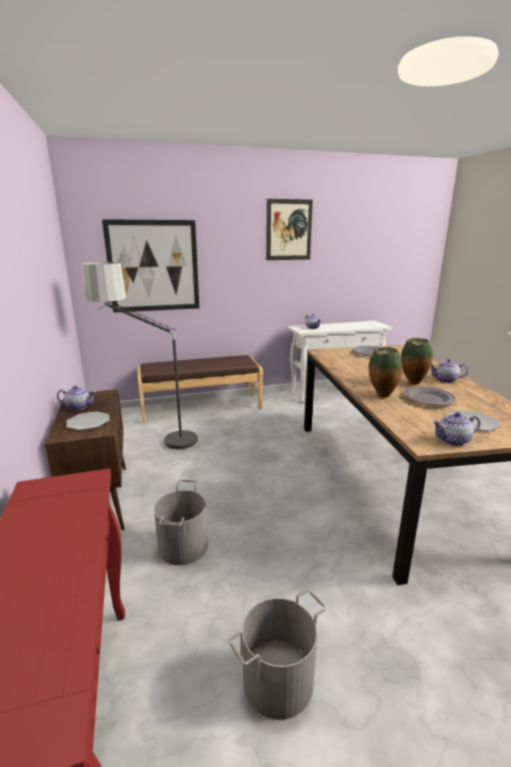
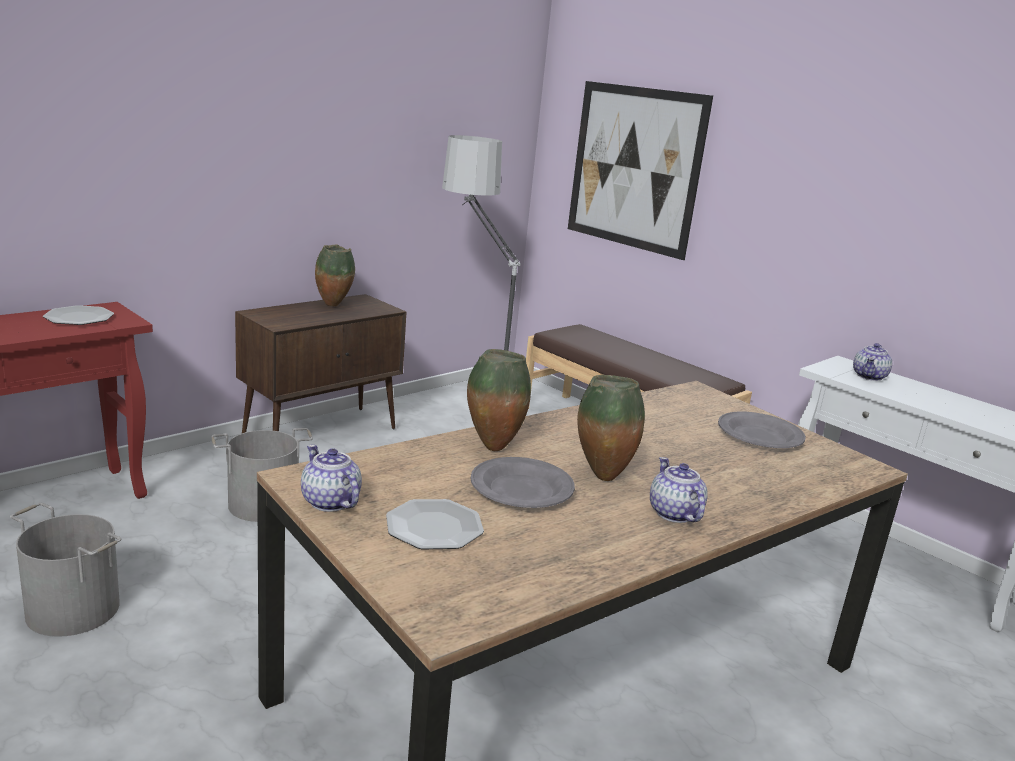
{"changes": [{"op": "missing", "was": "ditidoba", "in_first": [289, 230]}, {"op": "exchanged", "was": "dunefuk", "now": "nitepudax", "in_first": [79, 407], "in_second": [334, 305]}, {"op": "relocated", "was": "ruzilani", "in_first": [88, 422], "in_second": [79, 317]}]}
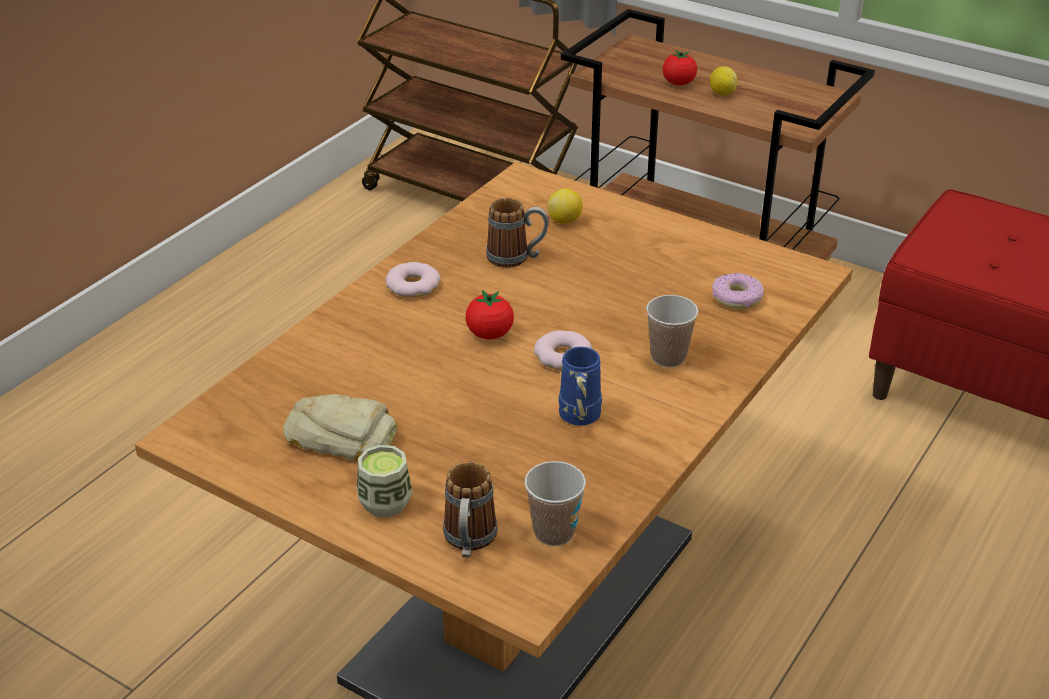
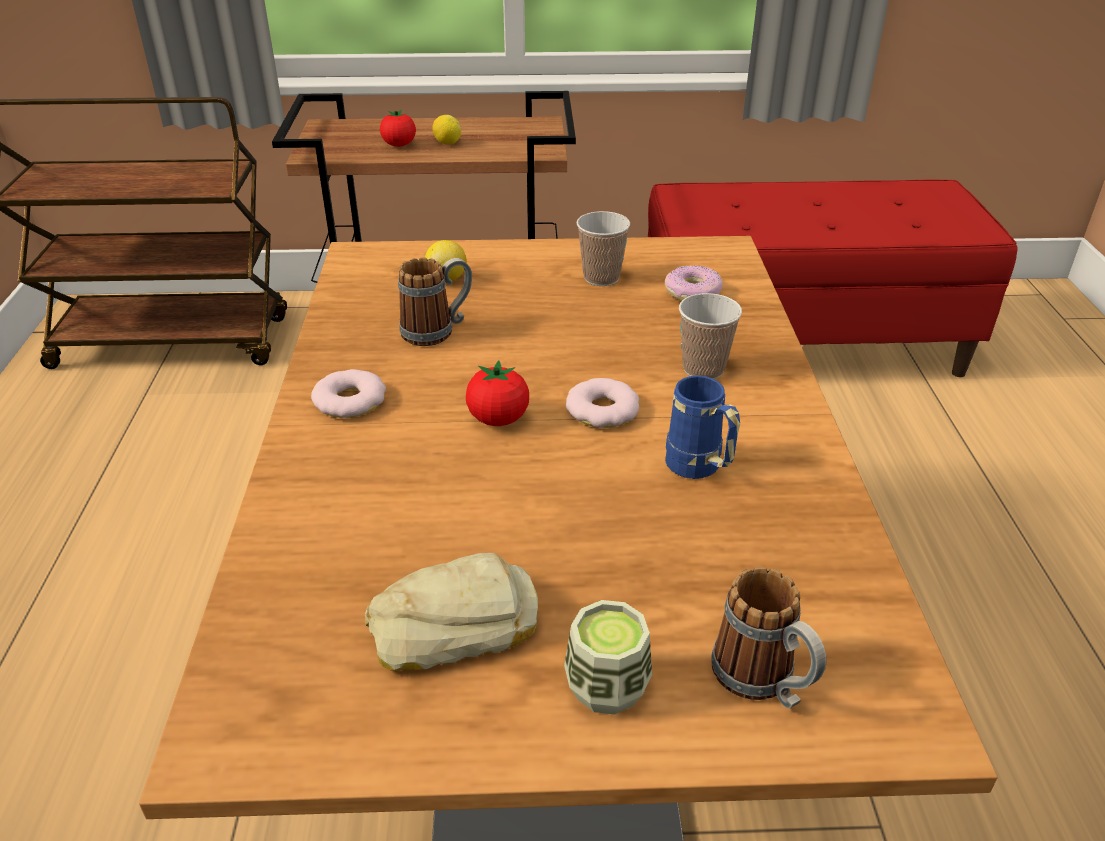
{"changes": [{"op": "relocated", "was": "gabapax", "in_first": [554, 532], "in_second": [601, 278]}]}
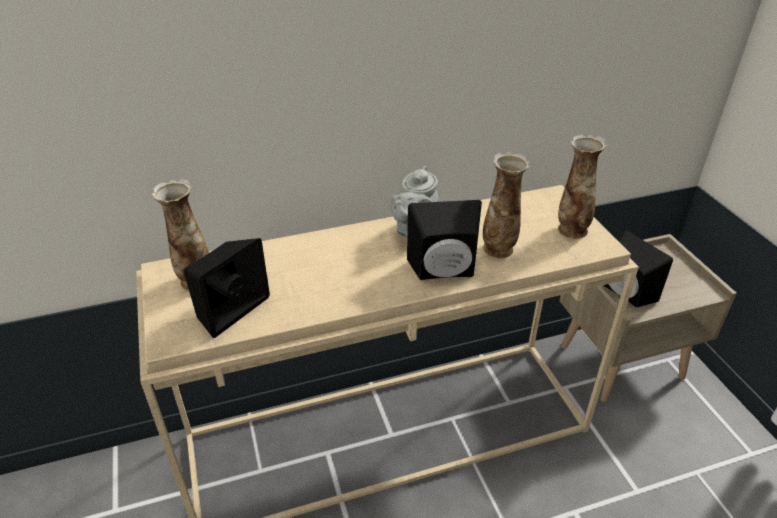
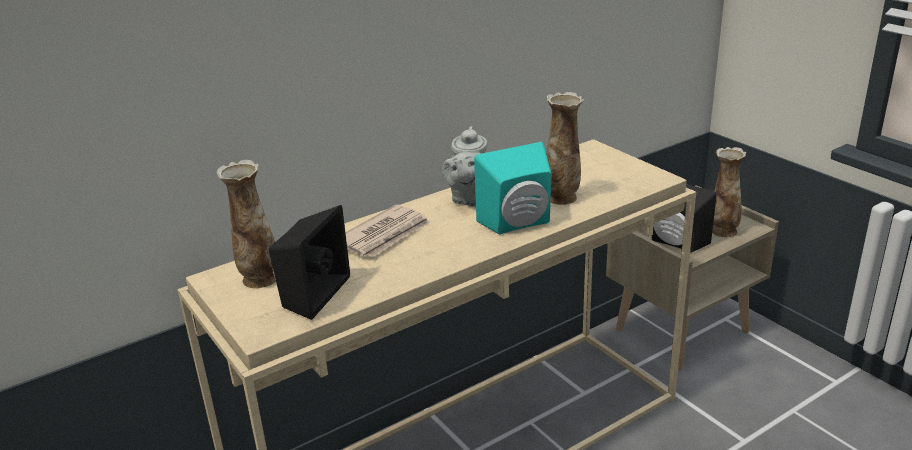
{"changes": [{"op": "relocated", "was": "nitepudax", "in_first": [571, 230], "in_second": [722, 231]}, {"op": "colour", "was": "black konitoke", "now": "turquoise konitoke", "in_first": [444, 272], "in_second": [519, 224]}, {"op": "appeared", "now": "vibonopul", "in_second": [384, 235]}]}
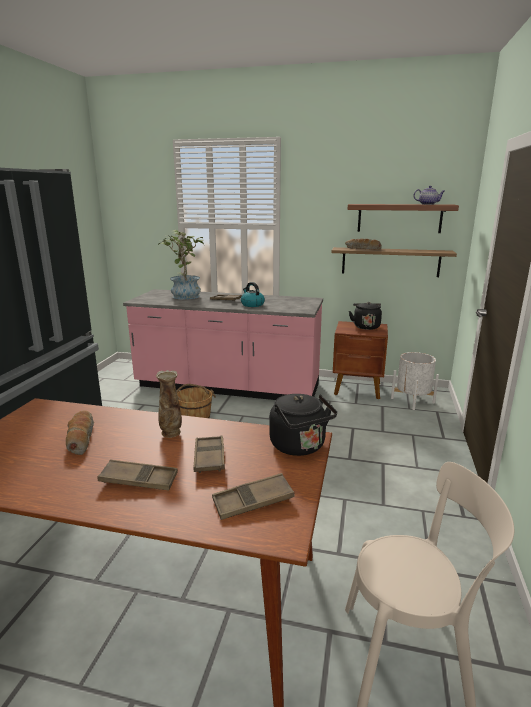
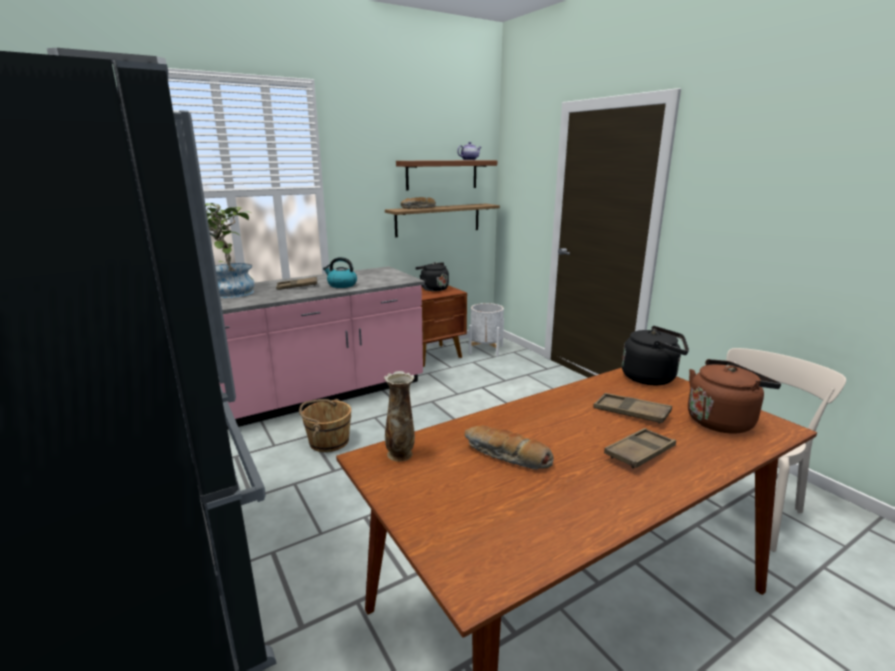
{"changes": [{"op": "relocated", "was": "nitepudax", "in_first": [171, 433], "in_second": [400, 454]}, {"op": "exchanged", "was": "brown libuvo", "now": "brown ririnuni", "in_first": [253, 501], "in_second": [722, 421]}]}
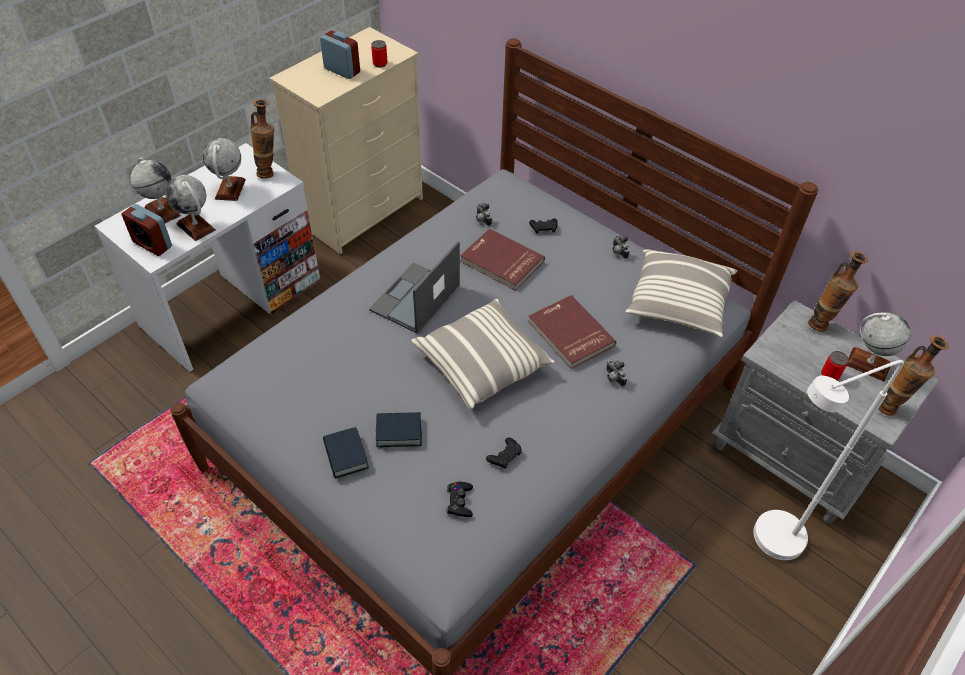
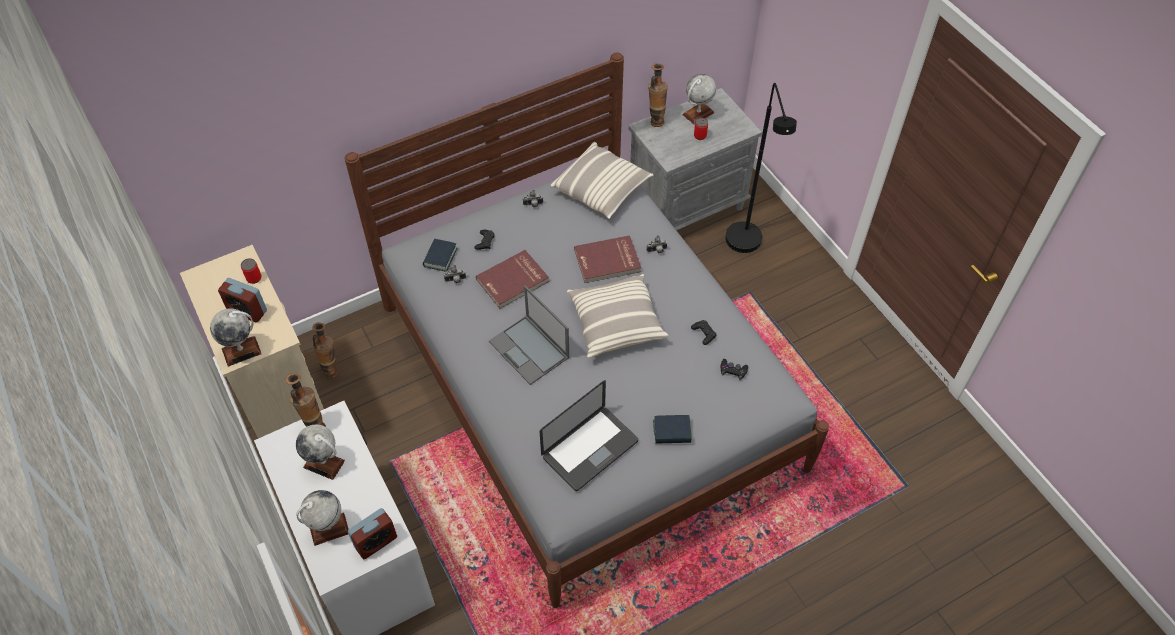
{"changes": [{"op": "spun", "was": "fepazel", "in_first": [342, 70], "in_second": [247, 311], "clockwise": -120}, {"op": "relocated", "was": "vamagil", "in_first": [196, 227], "in_second": [241, 351]}, {"op": "relocated", "was": "nitepudax", "in_first": [891, 406], "in_second": [331, 370]}, {"op": "colour", "was": "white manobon", "now": "black manobon", "in_first": [767, 544], "in_second": [746, 247]}, {"op": "relocated", "was": "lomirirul", "in_first": [398, 432], "in_second": [440, 257]}, {"op": "appeared", "now": "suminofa", "in_second": [590, 449]}]}
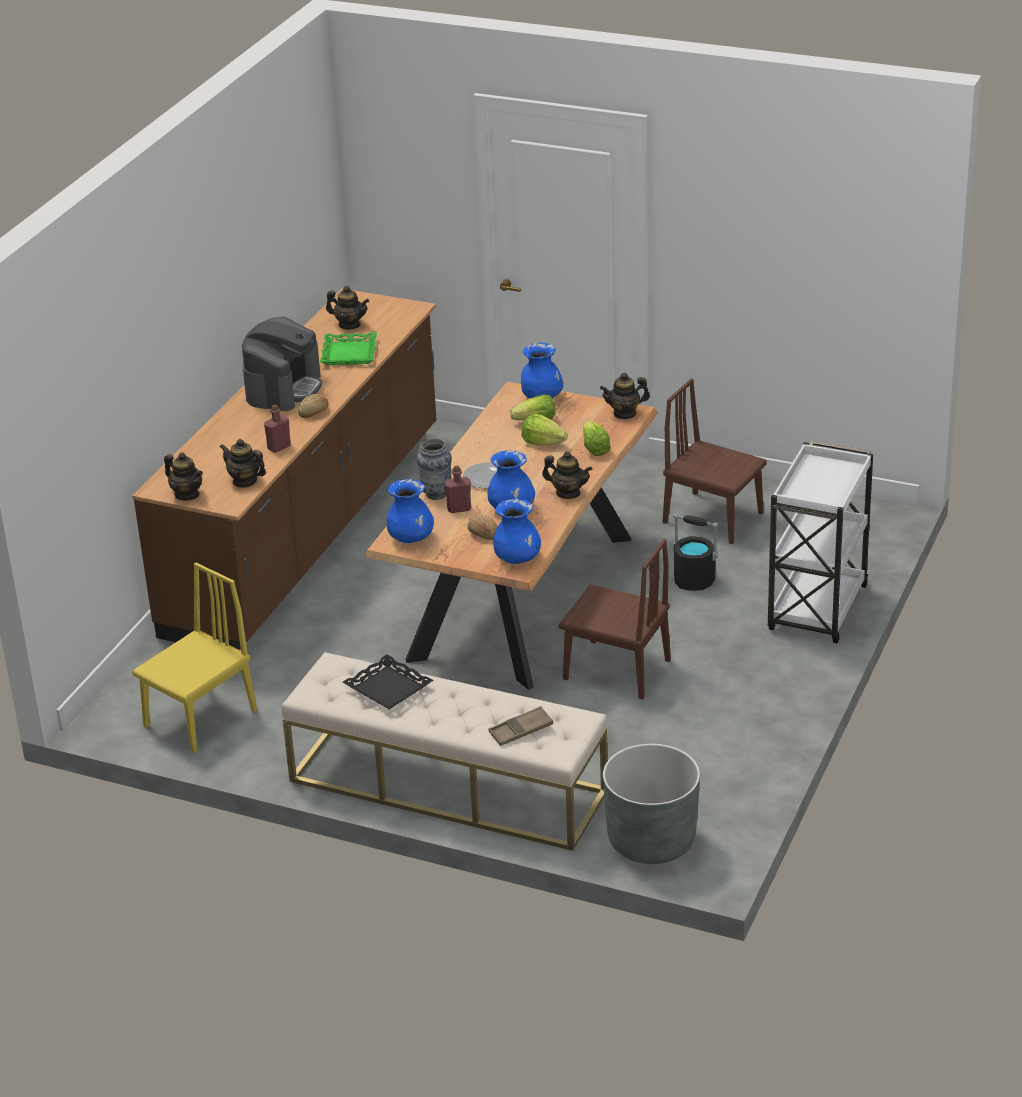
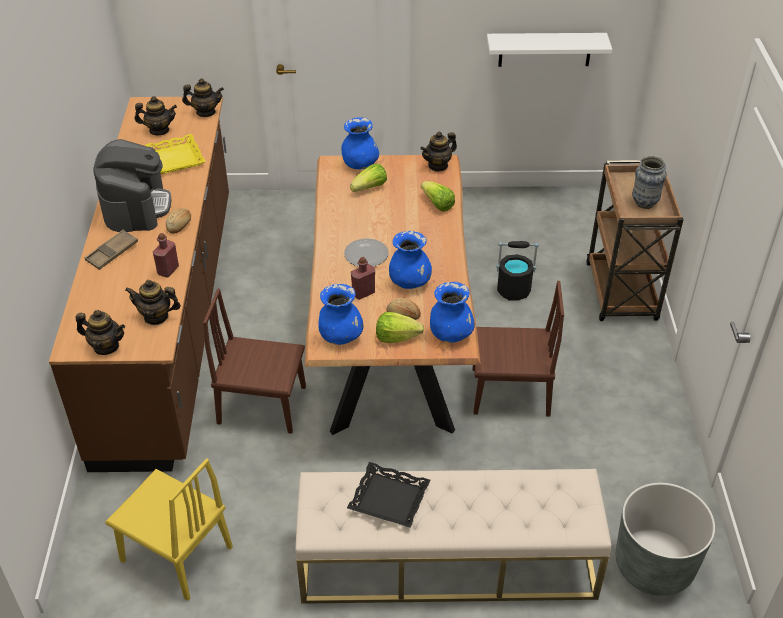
{"changes": [{"op": "colour", "was": "green libuvo", "now": "yellow libuvo", "in_first": [348, 353], "in_second": [175, 158]}, {"op": "relocated", "was": "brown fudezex", "in_first": [713, 518], "in_second": [262, 405]}, {"op": "relocated", "was": "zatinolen", "in_first": [542, 443], "in_second": [396, 337]}, {"op": "relocated", "was": "nitepudax", "in_first": [436, 494], "in_second": [644, 203]}, {"op": "colour", "was": "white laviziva", "now": "brown laviziva", "in_first": [817, 610], "in_second": [621, 293]}, {"op": "relocated", "was": "dunefuk", "in_first": [568, 493], "in_second": [205, 112]}, {"op": "spun", "was": "yellow fudezex", "in_first": [200, 718], "in_second": [176, 554], "clockwise": 105}, {"op": "relocated", "was": "brown libuvo", "in_first": [521, 730], "in_second": [112, 253]}, {"op": "appeared", "now": "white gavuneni", "in_second": [545, 49]}]}
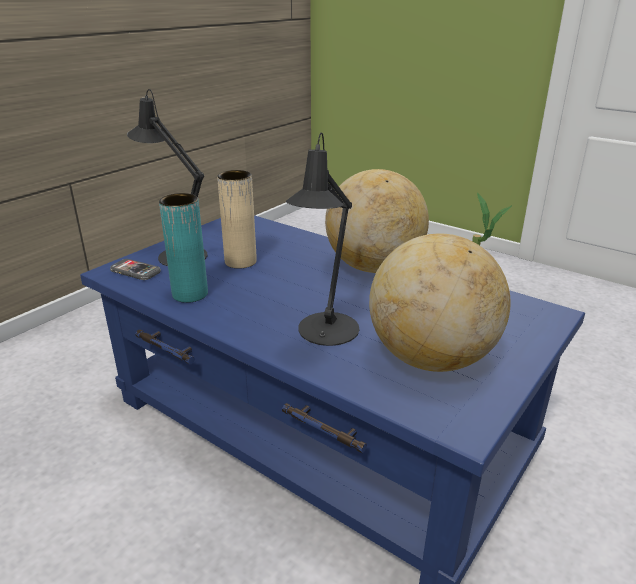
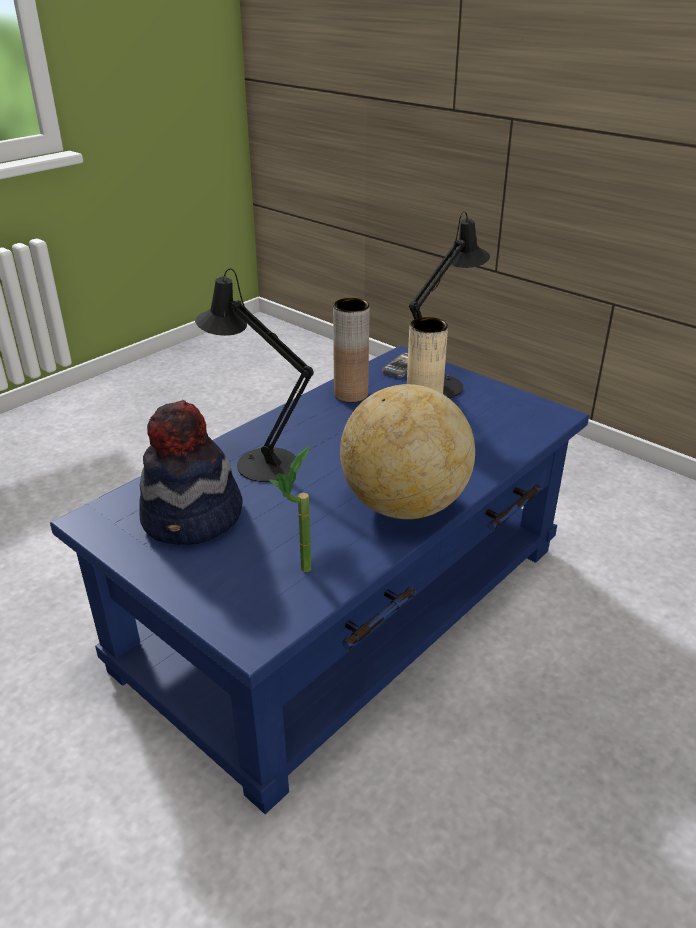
{"changes": [{"op": "colour", "was": "turquoise nitepudax", "now": "brown nitepudax", "in_first": [190, 294], "in_second": [351, 394]}, {"op": "exchanged", "was": "vamagil", "now": "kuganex", "in_first": [431, 358], "in_second": [193, 519]}]}
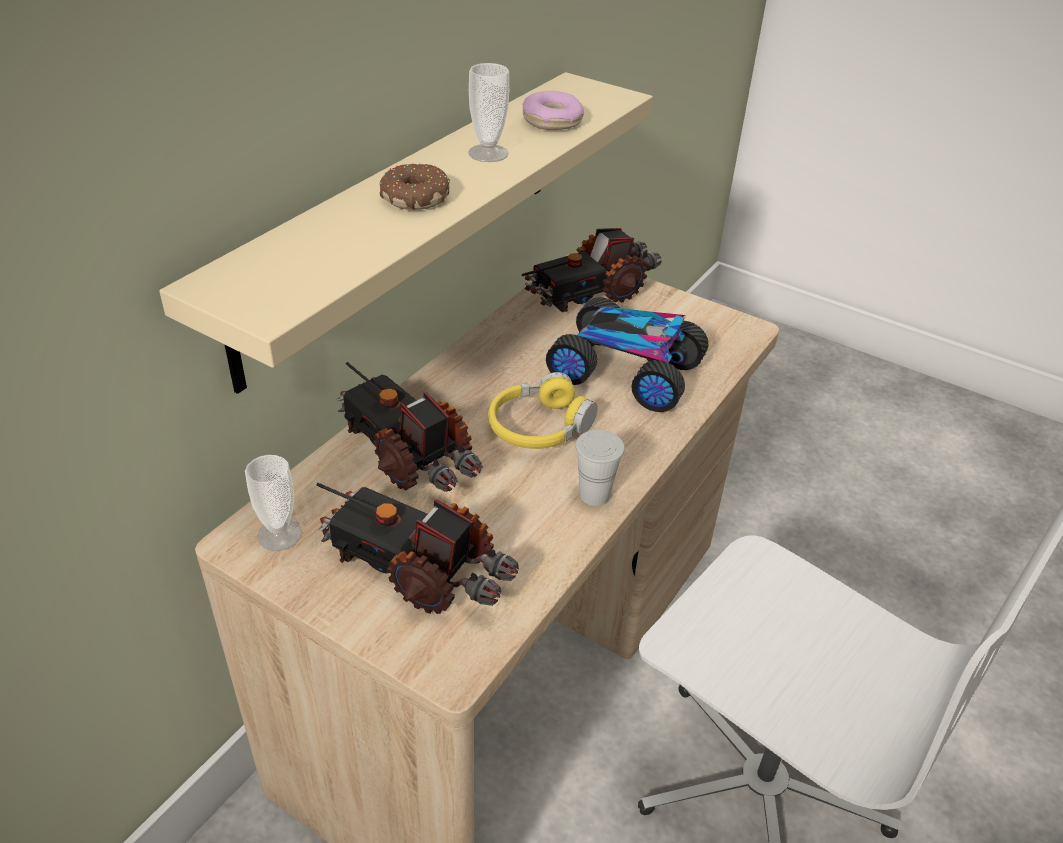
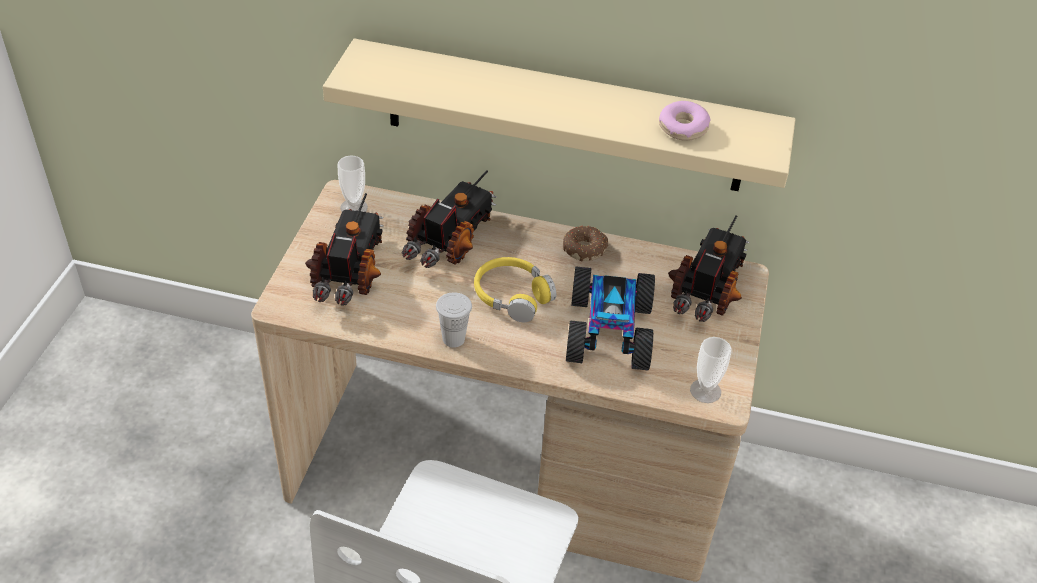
{"changes": [{"op": "relocated", "was": "gabapax", "in_first": [488, 153], "in_second": [705, 391]}, {"op": "relocated", "was": "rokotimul", "in_first": [414, 197], "in_second": [584, 248]}, {"op": "spun", "was": "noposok", "in_first": [589, 292], "in_second": [708, 288], "clockwise": 75}]}
